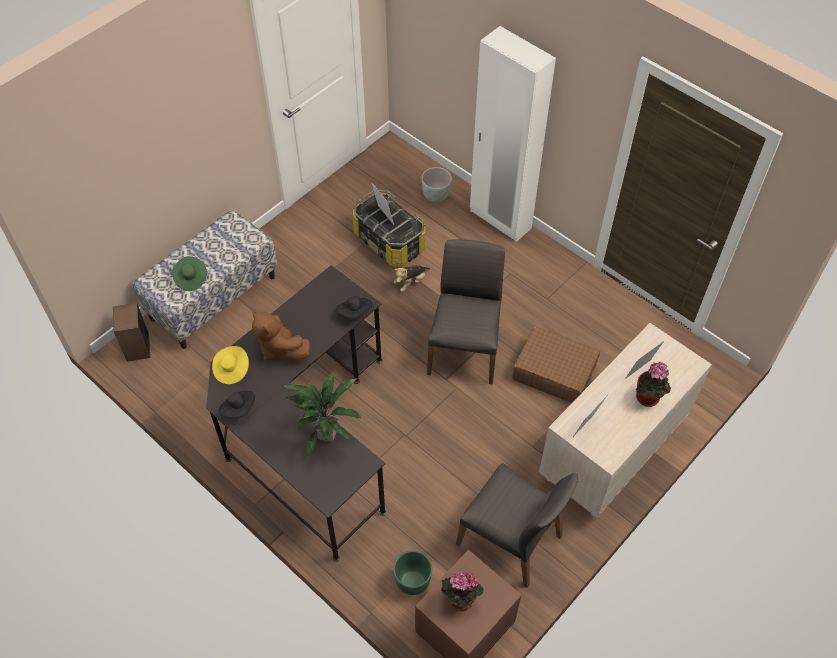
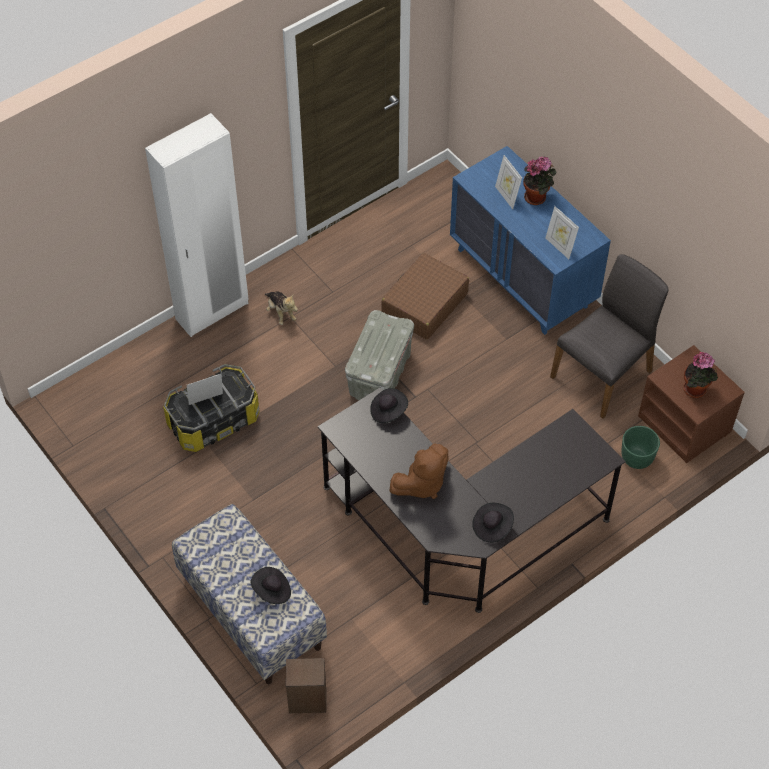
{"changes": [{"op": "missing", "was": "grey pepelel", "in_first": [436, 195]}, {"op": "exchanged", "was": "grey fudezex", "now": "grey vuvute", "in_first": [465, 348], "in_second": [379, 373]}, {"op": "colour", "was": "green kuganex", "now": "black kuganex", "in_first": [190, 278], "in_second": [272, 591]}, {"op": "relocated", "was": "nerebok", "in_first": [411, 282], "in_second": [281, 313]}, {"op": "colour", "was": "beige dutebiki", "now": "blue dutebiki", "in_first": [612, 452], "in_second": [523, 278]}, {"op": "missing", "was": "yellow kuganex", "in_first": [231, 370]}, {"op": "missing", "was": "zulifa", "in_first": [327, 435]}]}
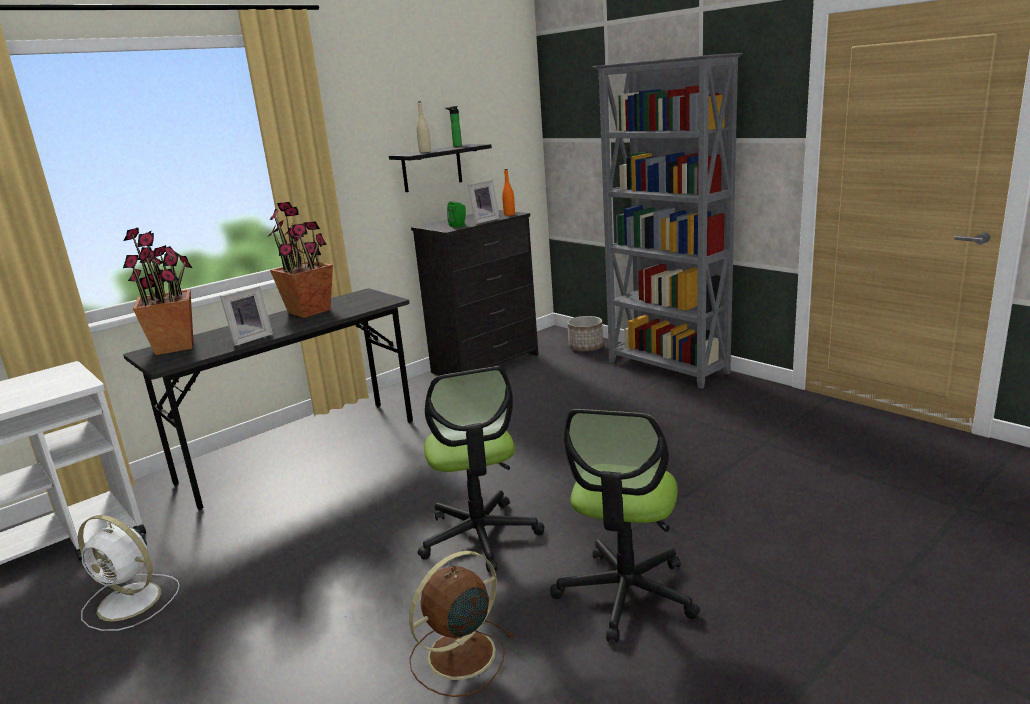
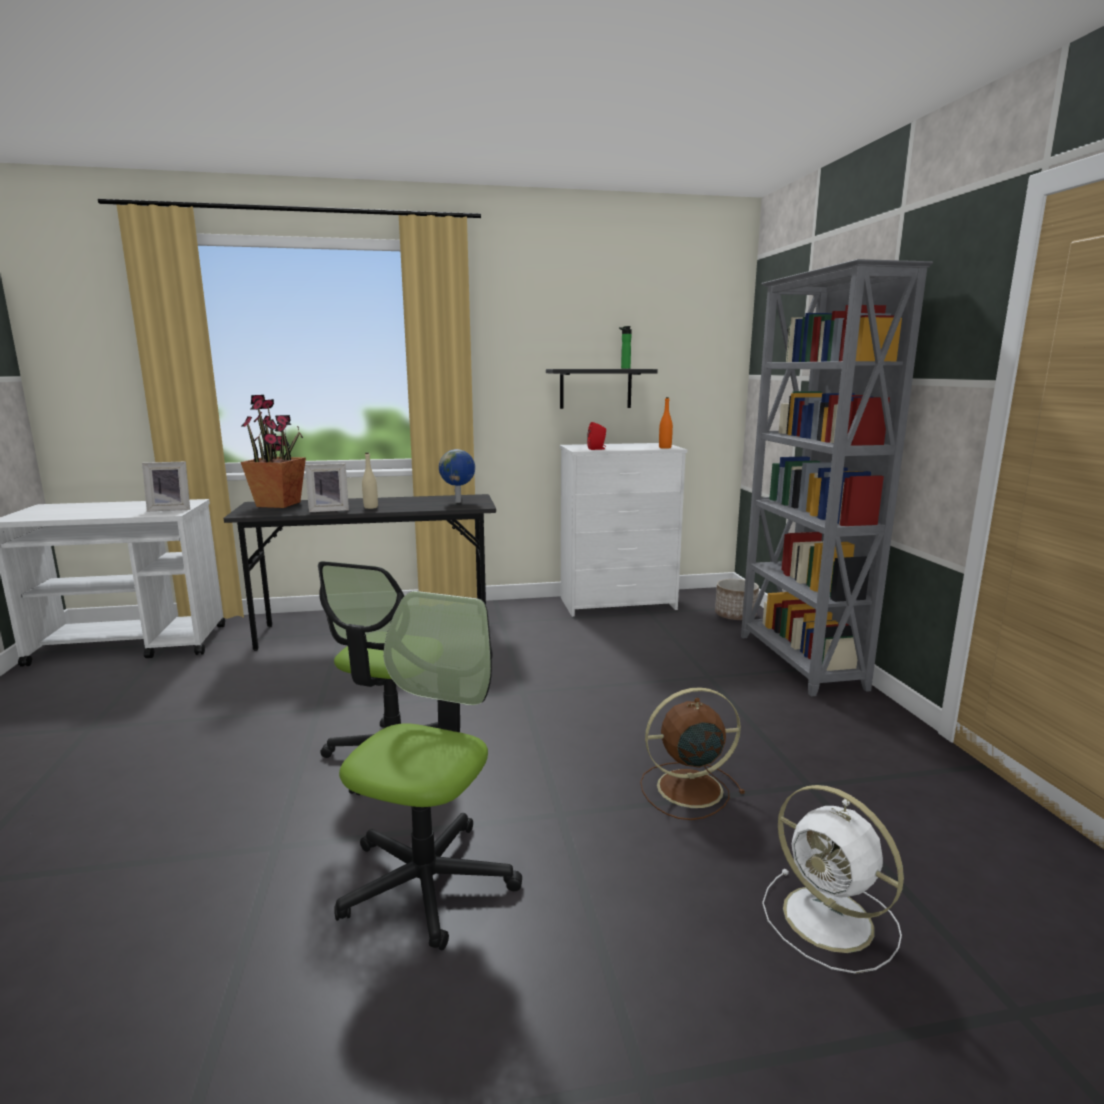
{"changes": [{"op": "relocated", "was": "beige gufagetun", "in_first": [425, 151], "in_second": [371, 507]}, {"op": "relocated", "was": "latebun", "in_first": [483, 221], "in_second": [171, 509]}, {"op": "colour", "was": "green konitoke", "now": "red konitoke", "in_first": [459, 226], "in_second": [597, 449]}, {"op": "missing", "was": "zulifa", "in_first": [310, 311]}, {"op": "colour", "was": "black dutebiki", "now": "white dutebiki", "in_first": [486, 363], "in_second": [619, 603]}, {"op": "spun", "was": "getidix", "in_first": [626, 594], "in_second": [427, 881], "clockwise": 150}, {"op": "relocated", "was": "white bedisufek", "in_first": [131, 602], "in_second": [831, 921]}, {"op": "relocated", "was": "brown bedisufek", "in_first": [458, 656], "in_second": [686, 789]}, {"op": "appeared", "now": "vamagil", "in_second": [458, 502]}]}
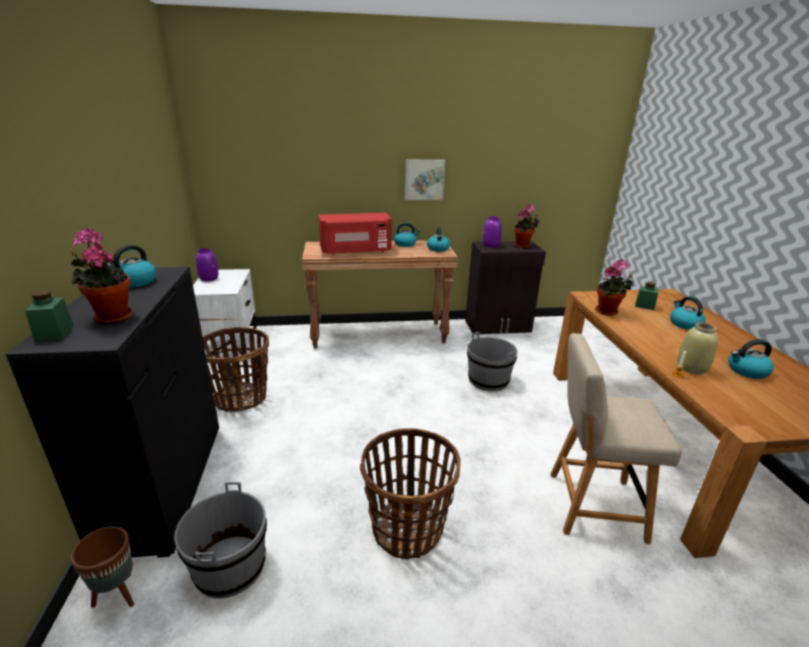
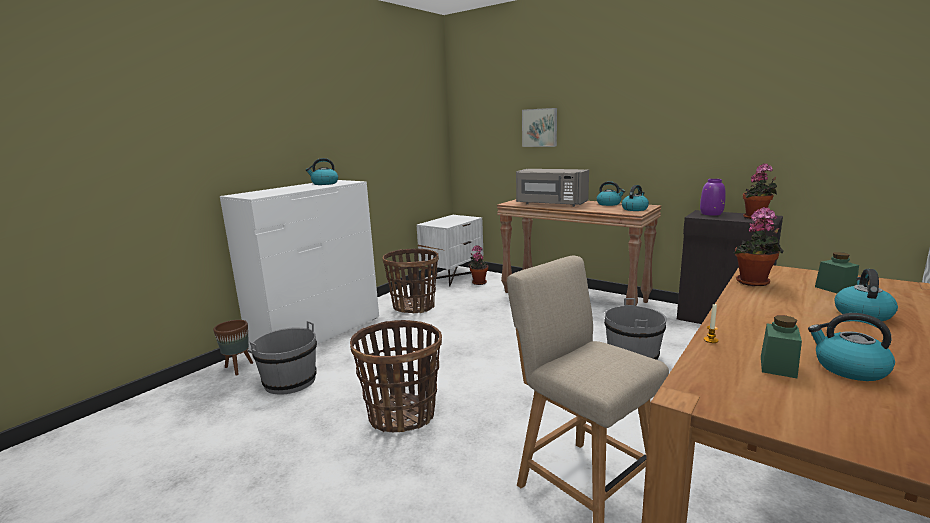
{"changes": [{"op": "relocated", "was": "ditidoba", "in_first": [424, 179], "in_second": [540, 127]}, {"op": "colour", "was": "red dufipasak", "now": "grey dufipasak", "in_first": [356, 251], "in_second": [550, 204]}, {"op": "relocated", "was": "zulifa", "in_first": [111, 316], "in_second": [478, 282]}, {"op": "missing", "was": "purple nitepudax", "in_first": [209, 279]}, {"op": "colour", "was": "black dutebiki", "now": "white dutebiki", "in_first": [165, 485], "in_second": [317, 334]}, {"op": "relocated", "was": "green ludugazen", "in_first": [54, 333], "in_second": [778, 367]}, {"op": "missing", "was": "beige nitepudax", "in_first": [691, 368]}]}
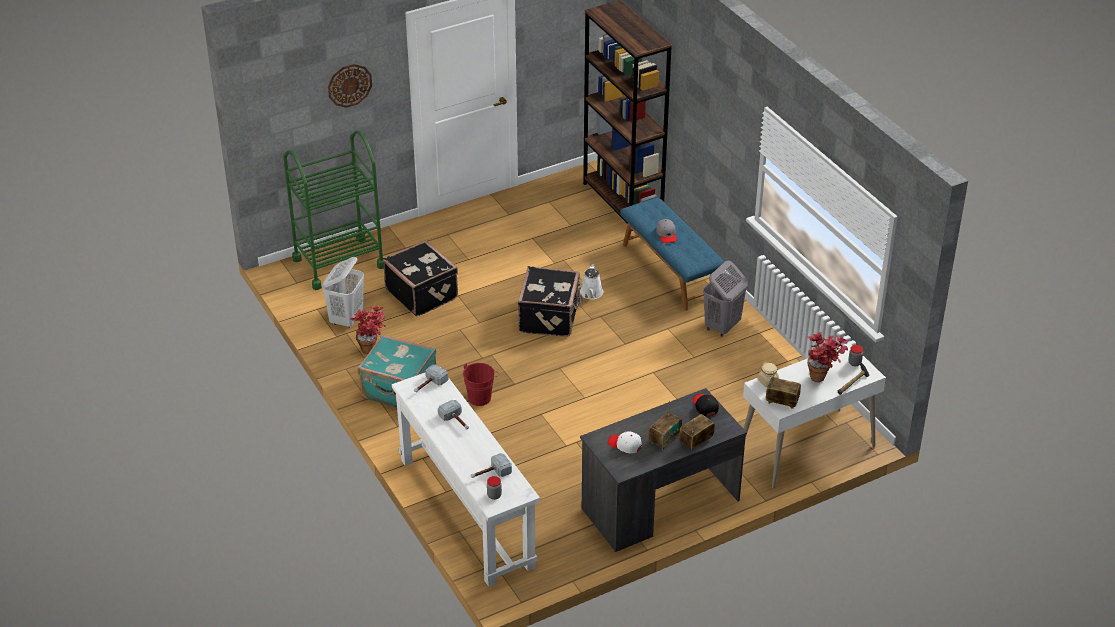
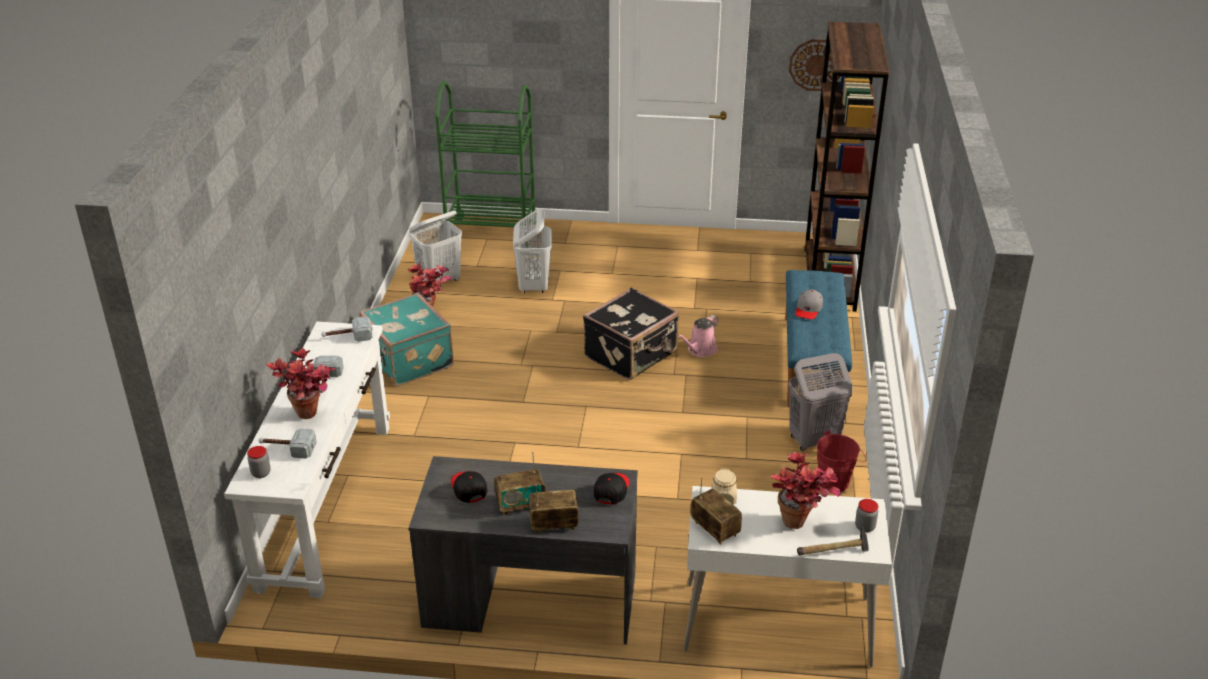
{"changes": [{"op": "relocated", "was": "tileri", "in_first": [349, 85], "in_second": [816, 64]}, {"op": "exchanged", "was": "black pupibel", "now": "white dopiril", "in_first": [422, 293], "in_second": [533, 286]}, {"op": "colour", "was": "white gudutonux", "now": "pink gudutonux", "in_first": [591, 294], "in_second": [700, 350]}, {"op": "relocated", "was": "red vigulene", "in_first": [481, 397], "in_second": [836, 481]}, {"op": "colour", "was": "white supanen", "now": "black supanen", "in_first": [625, 445], "in_second": [468, 489]}, {"op": "appeared", "now": "zulifa", "in_second": [311, 417]}]}
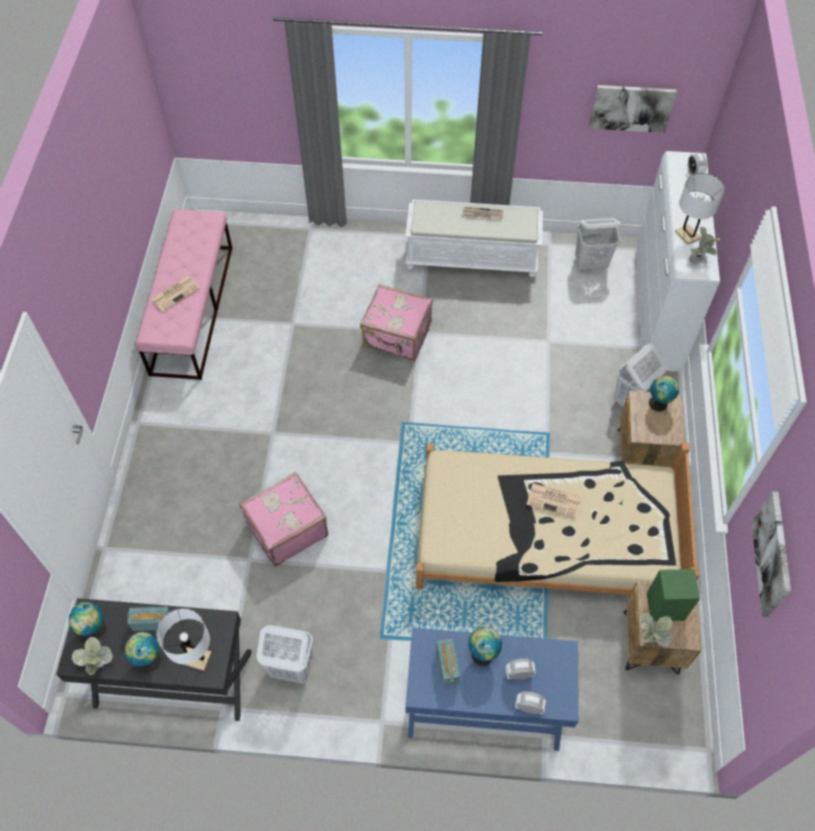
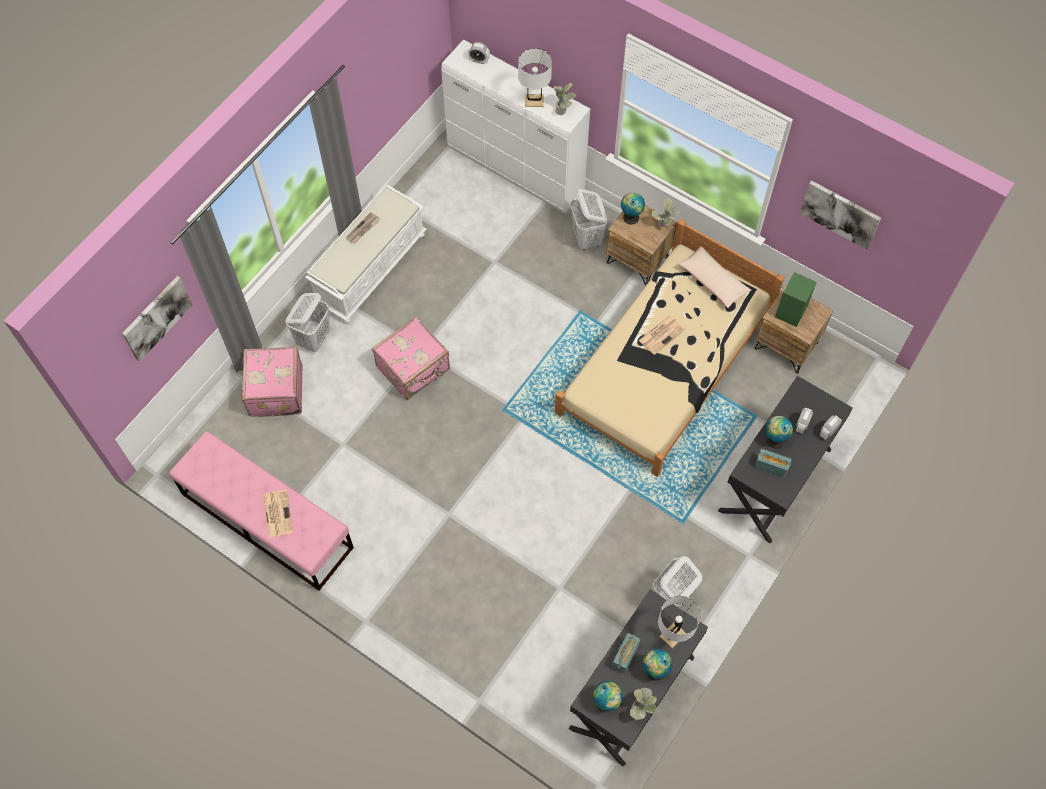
{"changes": [{"op": "relocated", "was": "ditidoba", "in_first": [631, 107], "in_second": [156, 317]}, {"op": "relocated", "was": "white dopiril", "in_first": [591, 264], "in_second": [314, 338]}, {"op": "relocated", "was": "pink pupibel", "in_first": [286, 529], "in_second": [275, 392]}, {"op": "relocated", "was": "zulifa", "in_first": [649, 639], "in_second": [664, 225]}, {"op": "colour", "was": "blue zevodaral", "now": "black zevodaral", "in_first": [484, 708], "in_second": [775, 480]}, {"op": "appeared", "now": "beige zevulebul", "in_second": [713, 281]}]}
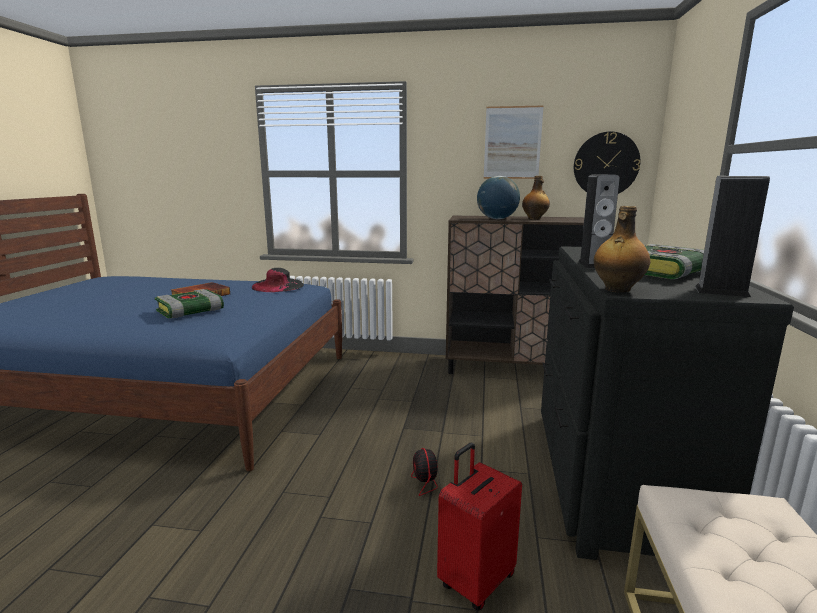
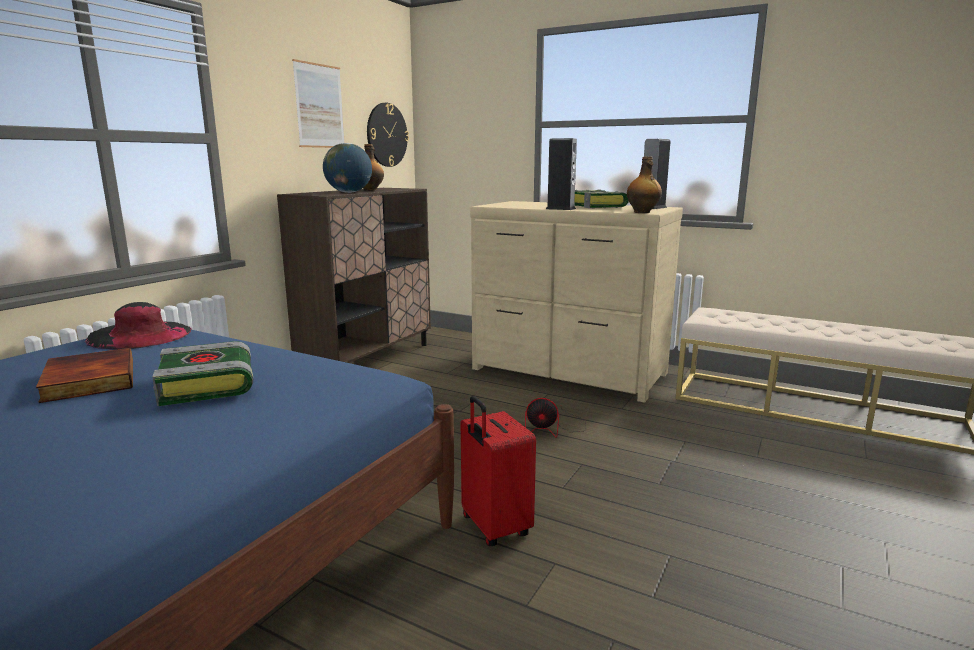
{"changes": [{"op": "colour", "was": "black dutebiki", "now": "beige dutebiki", "in_first": [611, 477], "in_second": [568, 372]}, {"op": "relocated", "was": "red pupibel", "in_first": [475, 580], "in_second": [494, 527]}]}
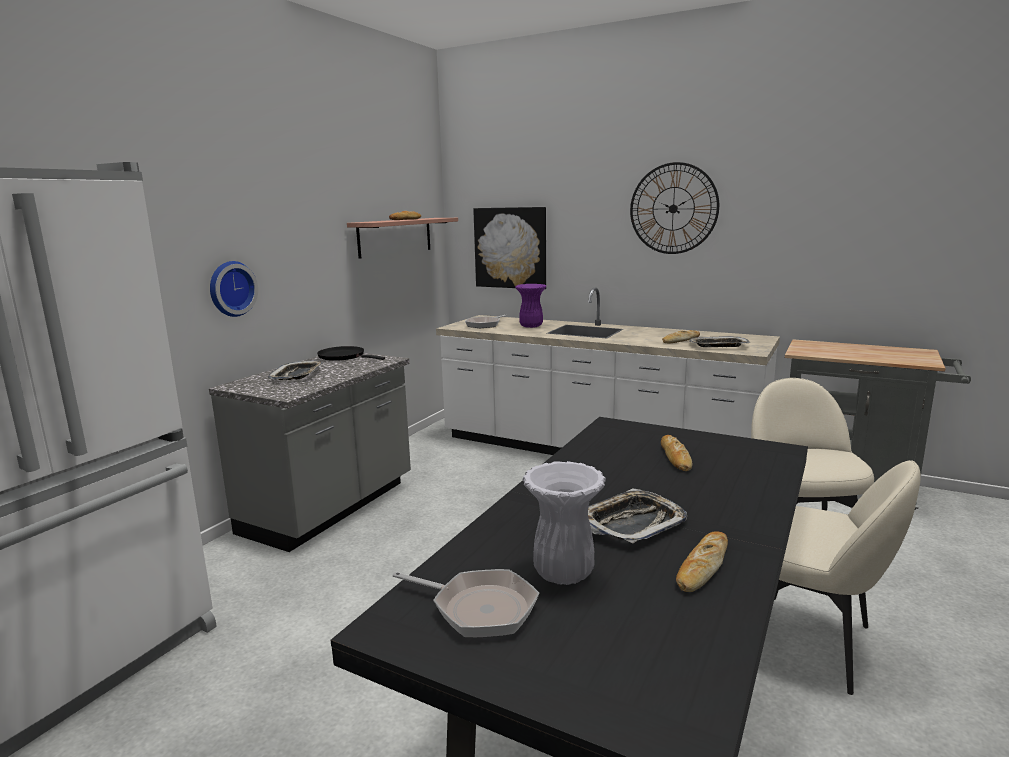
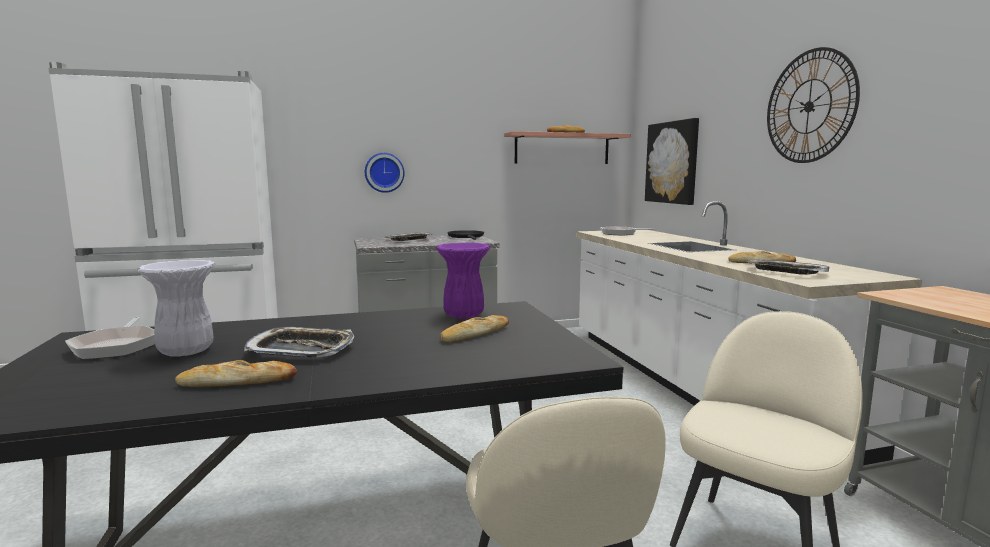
{"changes": [{"op": "relocated", "was": "purple nitepudax", "in_first": [531, 326], "in_second": [464, 316]}]}
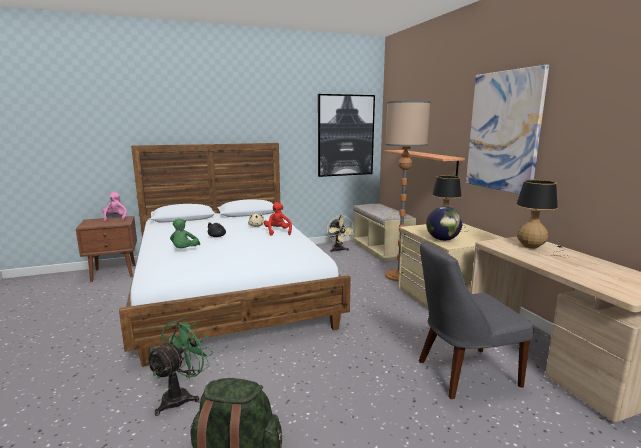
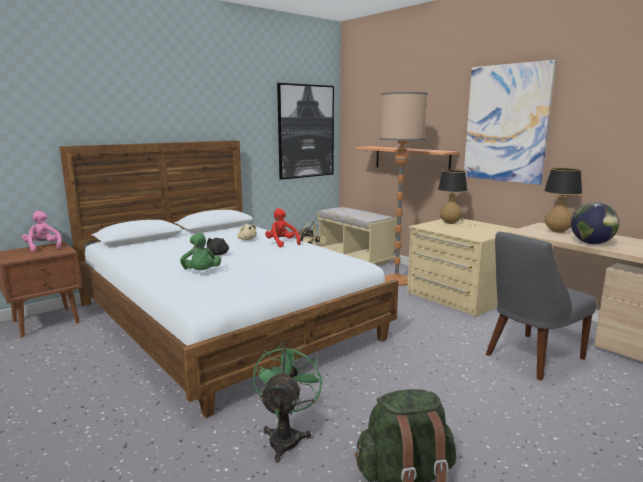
{"changes": [{"op": "relocated", "was": "vamagil", "in_first": [442, 239], "in_second": [591, 243]}]}
